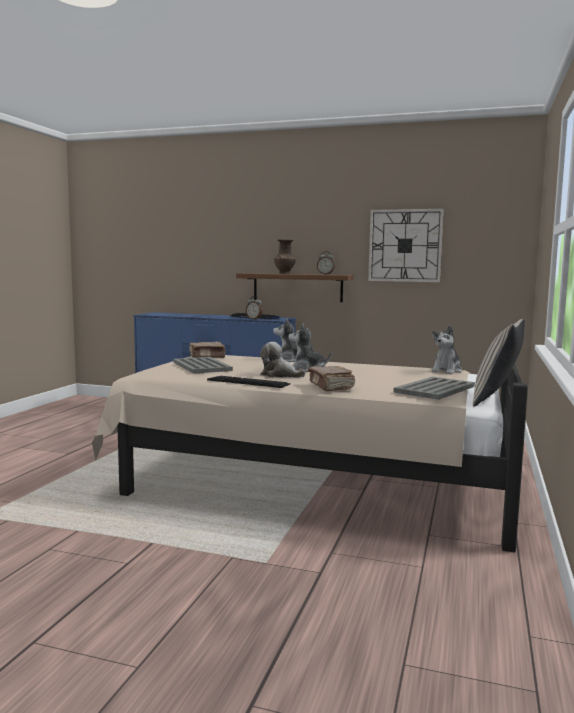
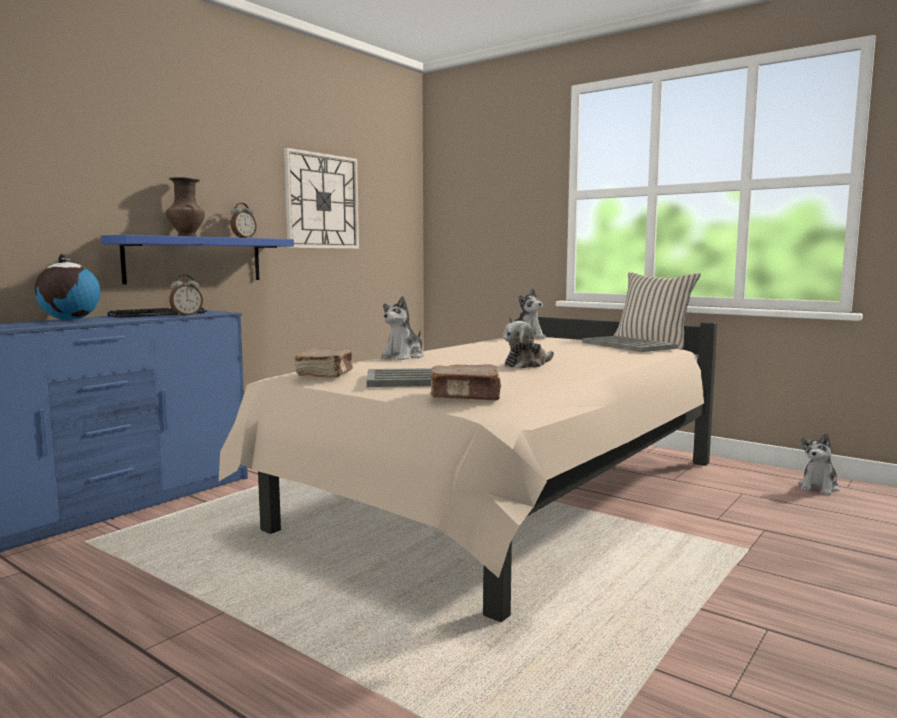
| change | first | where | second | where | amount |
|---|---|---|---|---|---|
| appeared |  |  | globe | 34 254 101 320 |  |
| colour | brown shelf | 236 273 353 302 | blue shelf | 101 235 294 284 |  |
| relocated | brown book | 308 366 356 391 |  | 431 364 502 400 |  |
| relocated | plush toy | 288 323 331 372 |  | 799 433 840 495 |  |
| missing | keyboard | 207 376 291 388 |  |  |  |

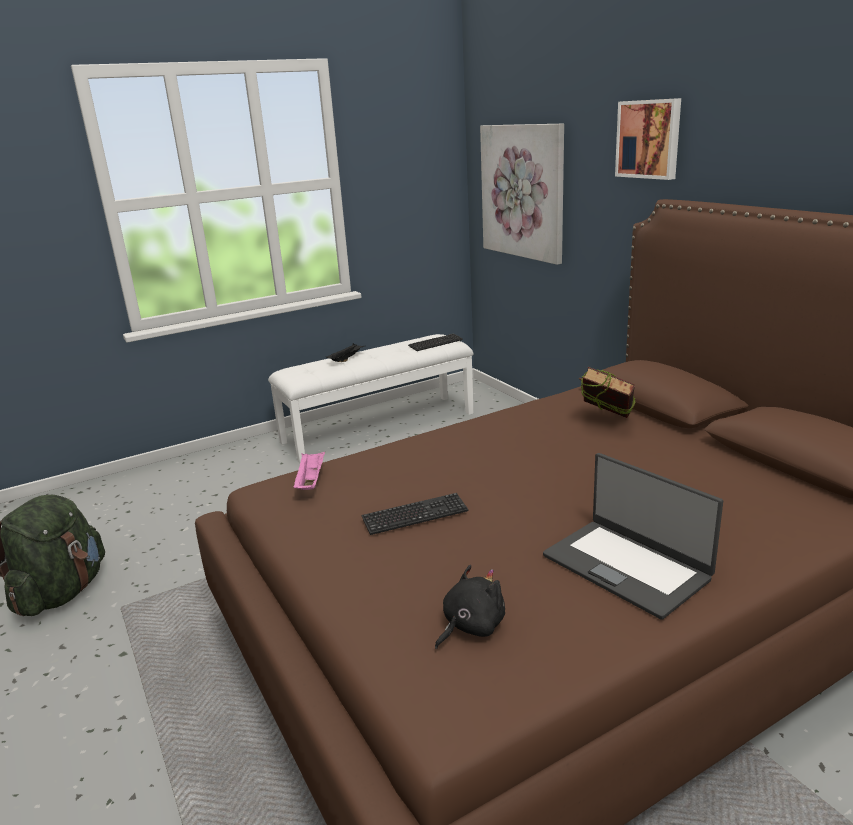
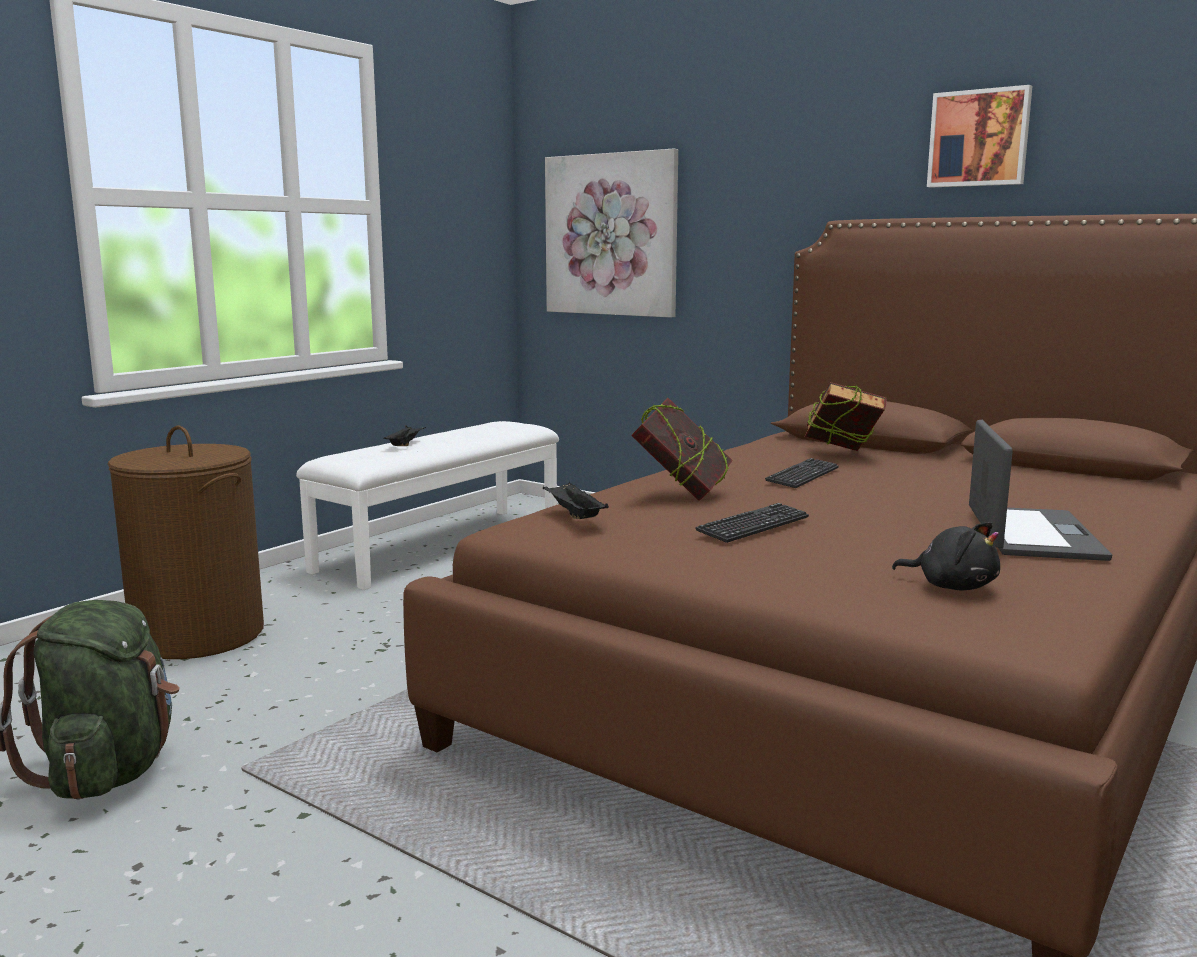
| change | first | where | second | where | amount |
|---|---|---|---|---|---|
| appeared |  |  | brown laundry basket | 108 425 264 659 |  |
| colour | pink tray | 293 452 325 490 | black tray | 543 481 609 519 |  |
| appeared |  |  | book | 631 398 733 501 |  |
| relocated | keyboard | 409 333 463 351 |  | 765 458 839 488 |  |
| spun | black plush toy | 435 565 505 649 |  | 892 522 1000 590 | 105 degrees clockwise |
| relocated | picture | 615 98 681 180 |  | 927 85 1032 188 |  |
| spun | laptop | 543 453 723 620 |  | 969 420 1112 561 | 105 degrees counterclockwise |

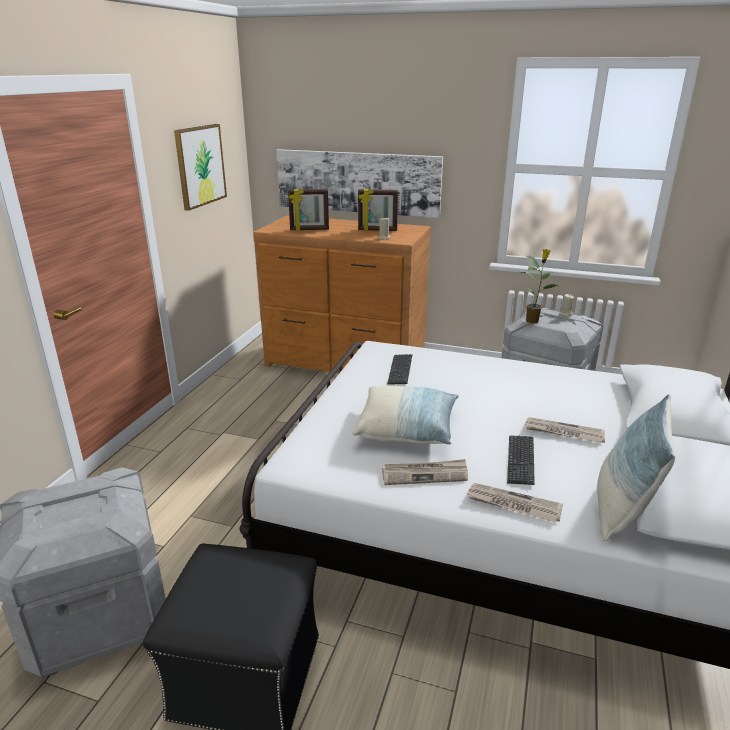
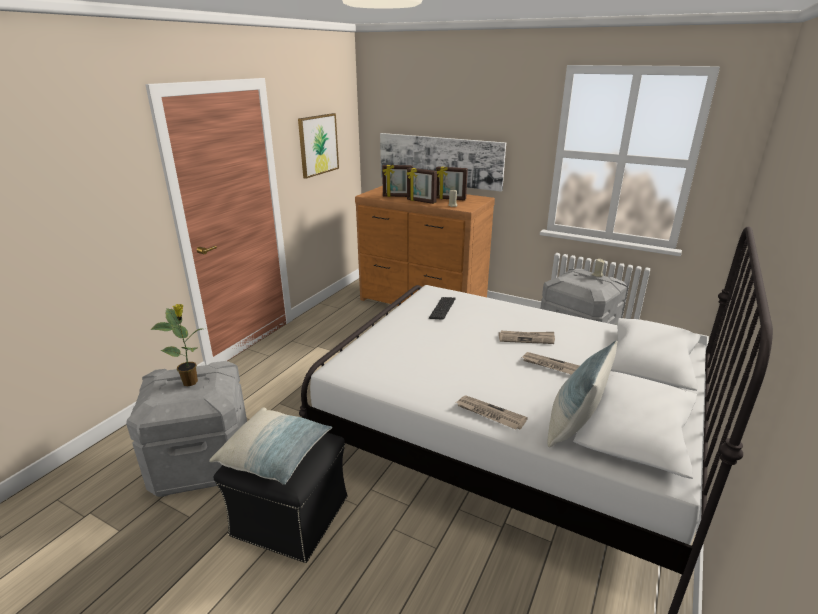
| change | first | where | second | where | amount |
|---|---|---|---|---|---|
| relocated | potted plant | 522 249 562 323 |  | 150 304 206 386 |  |
| relocated | pillow | 353 386 459 445 |  | 209 408 332 485 |  |
| appeared |  |  | picture frame | 407 168 437 204 |  |
| relocated | newspaper | 382 459 468 485 |  | 499 331 555 344 |  |
| missing | keyboard | 507 436 535 485 |  |  |  |

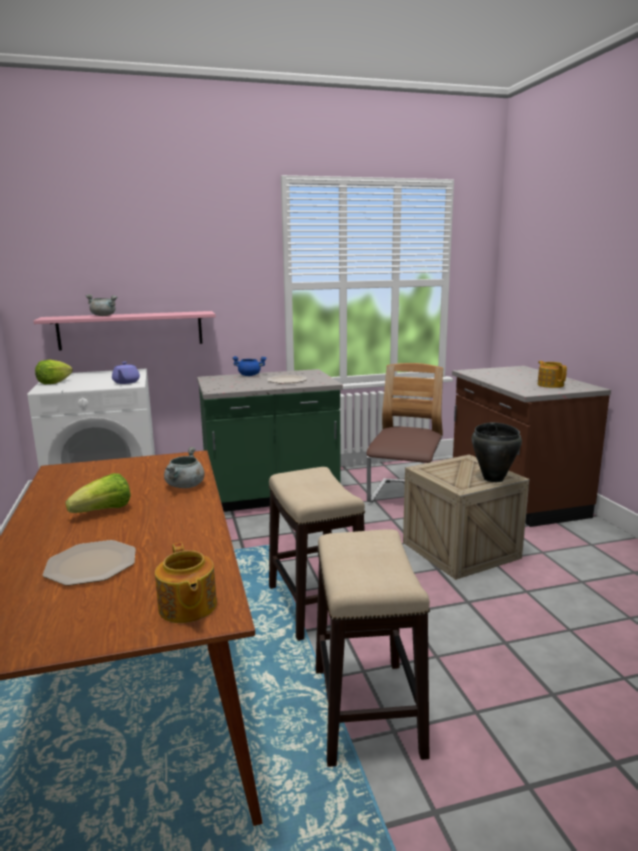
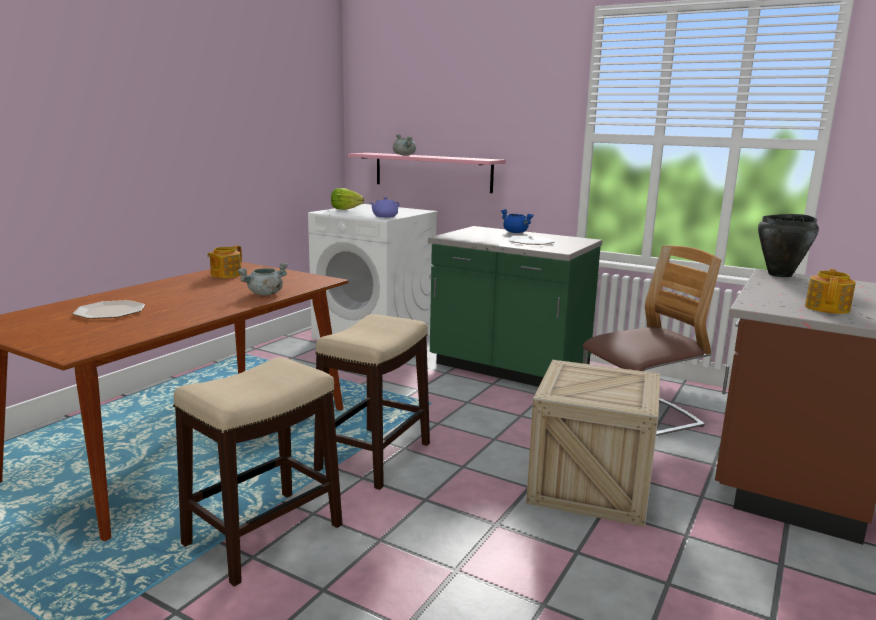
| change | first | where | second | where | amount |
|---|---|---|---|---|---|
| relocated | teapot | 155 543 217 623 |  | 207 245 242 278 |  |
| relocated | black cooking pot | 472 422 522 482 |  | 758 214 819 277 |  |
| missing | lettuce | 65 473 130 513 |  |  |  |

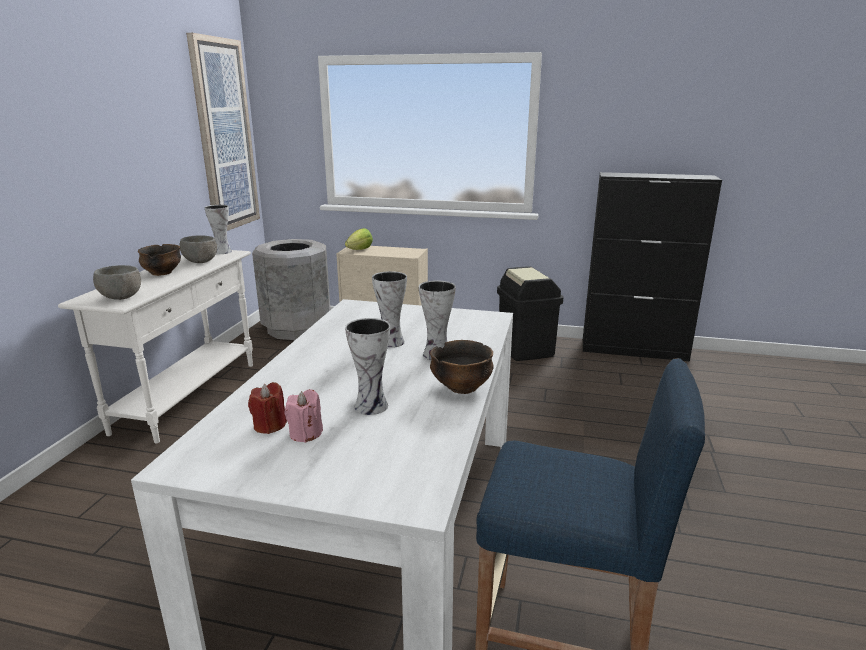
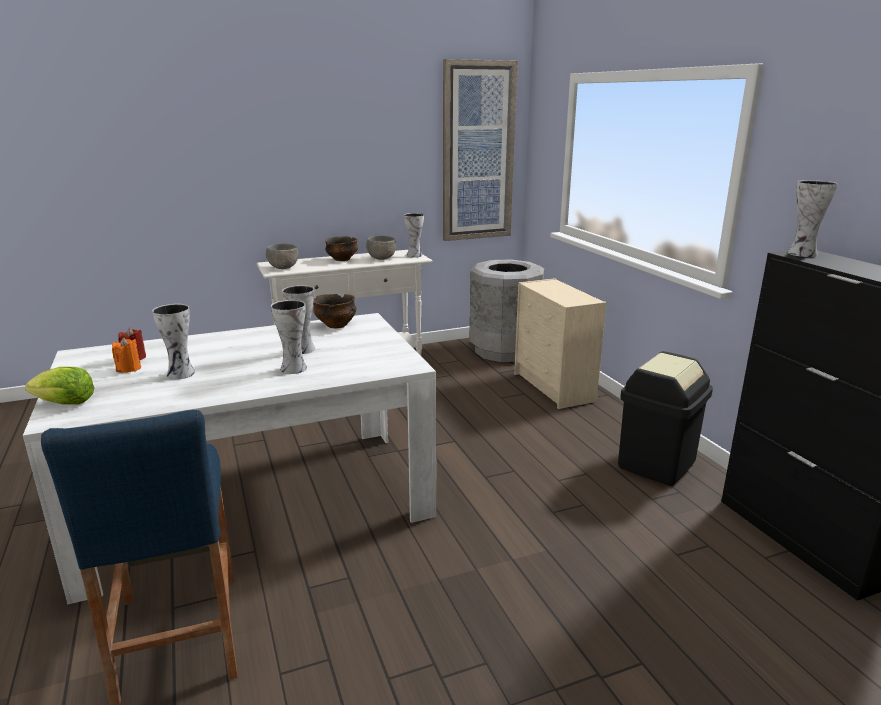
| change | first | where | second | where | amount |
|---|---|---|---|---|---|
| relocated | lettuce | 345 228 373 250 |  | 25 367 94 405 |  |
| colour | pink candle | 285 389 323 443 | orange candle | 112 337 141 373 |  |
| relocated | bowl | 430 340 494 394 |  | 313 294 357 328 |  |
| appeared |  |  | vase | 788 180 838 257 |  |

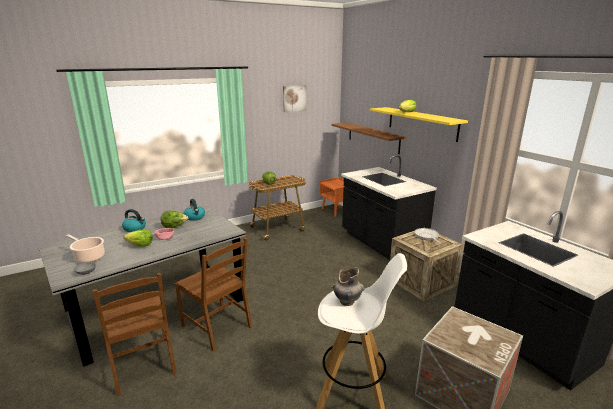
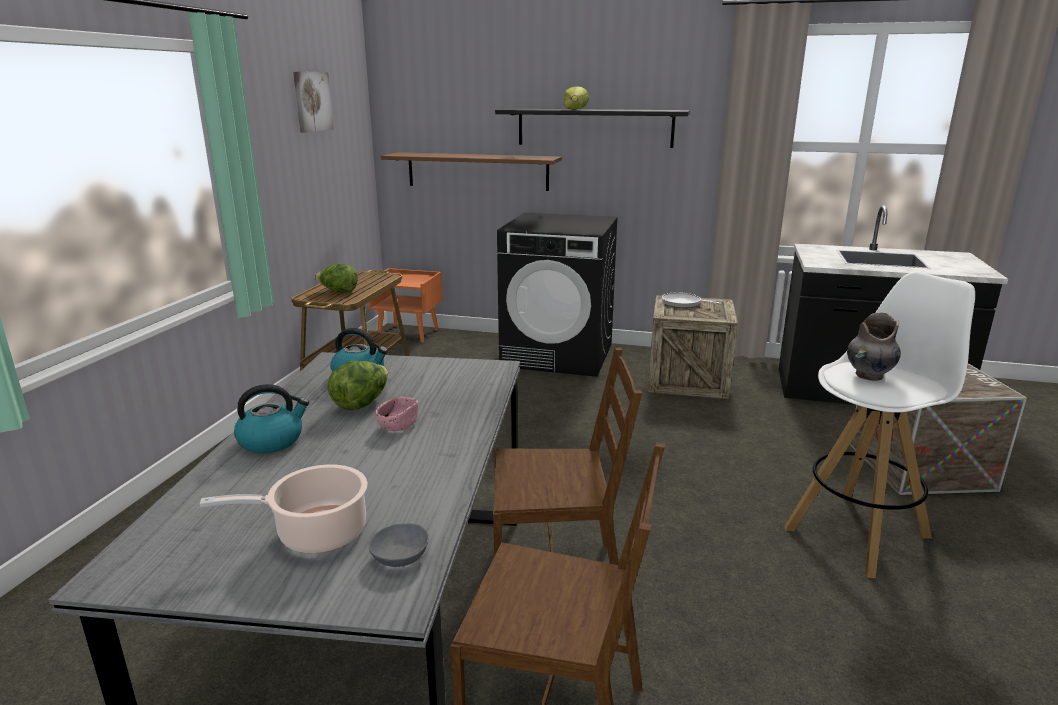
| change | first | where | second | where | amount |
|---|---|---|---|---|---|
| colour | yellow shelf | 370 107 468 142 | black shelf | 495 109 690 148 |  |
| exchanged | black counter | 341 155 437 260 | black washing machine | 497 213 618 377 |  |
| missing | lettuce | 123 230 153 247 |  |  |  |

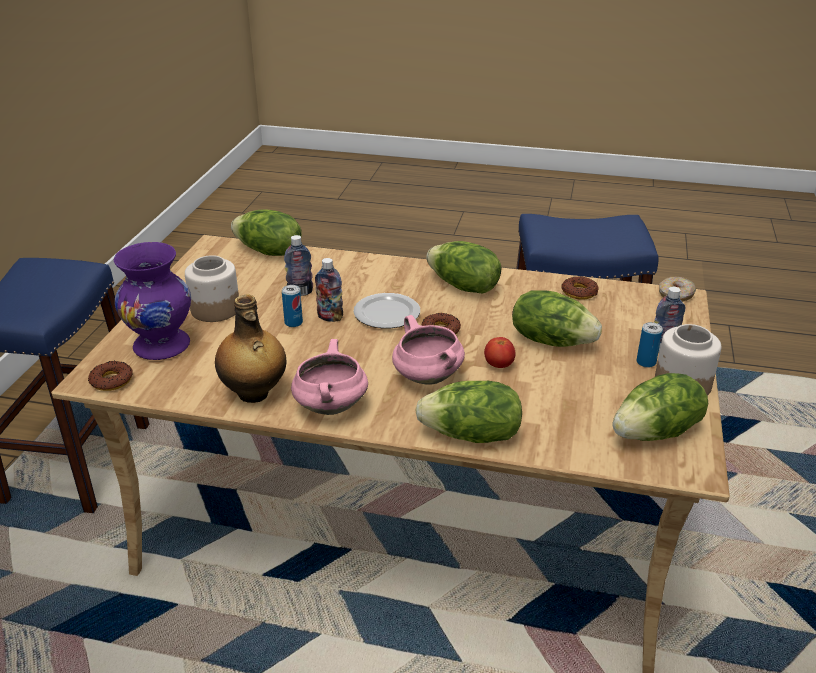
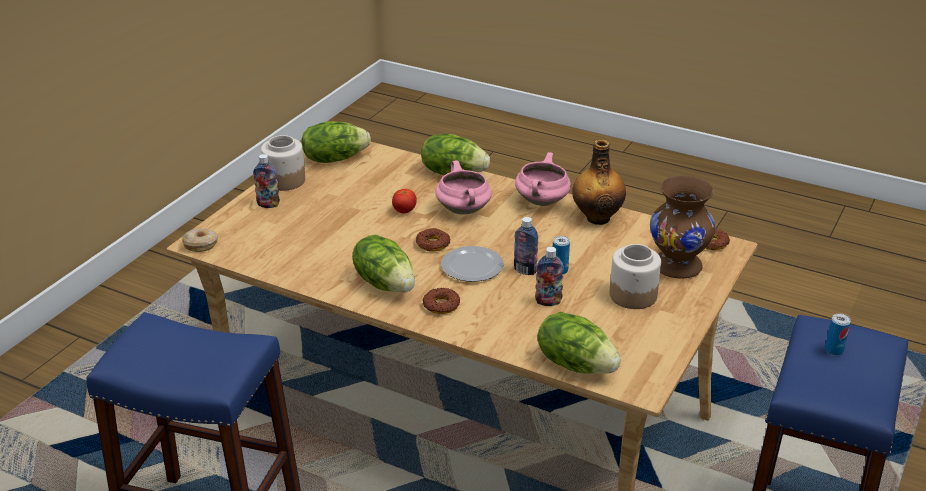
| change | first | where | second | where | amount |
|---|---|---|---|---|---|
| relocated | donut | 561 276 599 299 |  | 423 288 460 314 |  |
| colour | purple vase | 114 242 191 360 | brown vase | 650 176 715 279 |  |
| relocated | can | 636 322 663 368 |  | 825 313 851 355 |  |
| missing | lettuce | 512 290 602 347 |  |  |  |

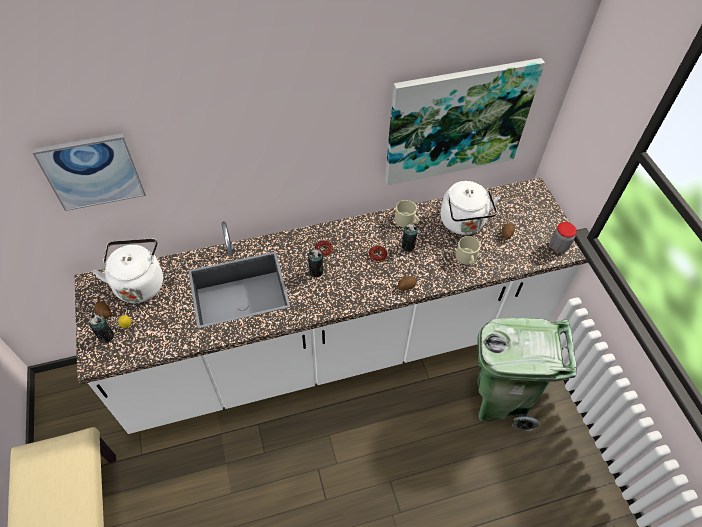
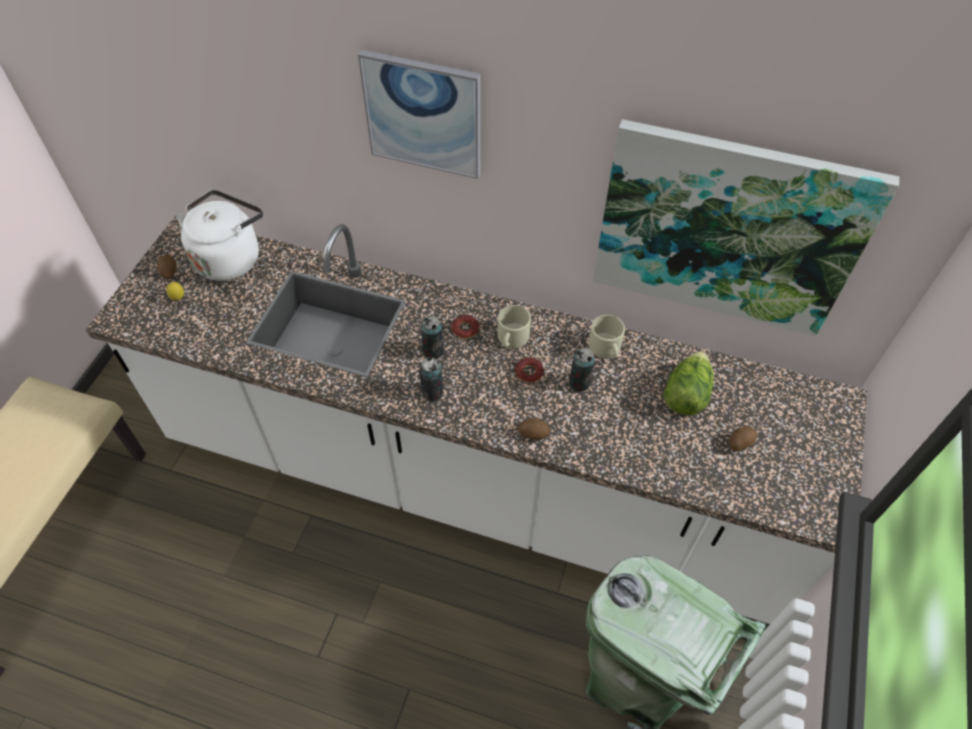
| change | first | where | second | where | amount |
|---|---|---|---|---|---|
| relocated | picture | 32 133 146 211 |  | 358 50 481 179 |  |
| relocated | can | 89 314 114 343 |  | 419 357 443 401 |  |
| relocated | beige mug | 456 236 480 265 |  | 498 305 531 348 |  |
| exchanged | white kettle | 440 181 500 235 | lettuce | 663 351 714 415 |  |
| missing | jar | 550 222 577 253 |  |  |  |

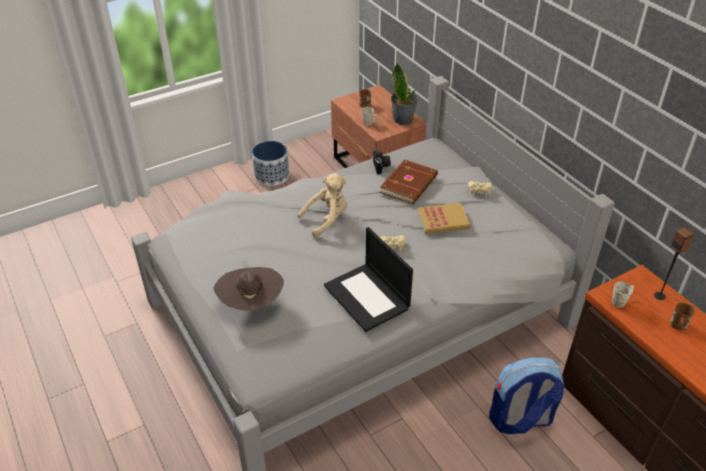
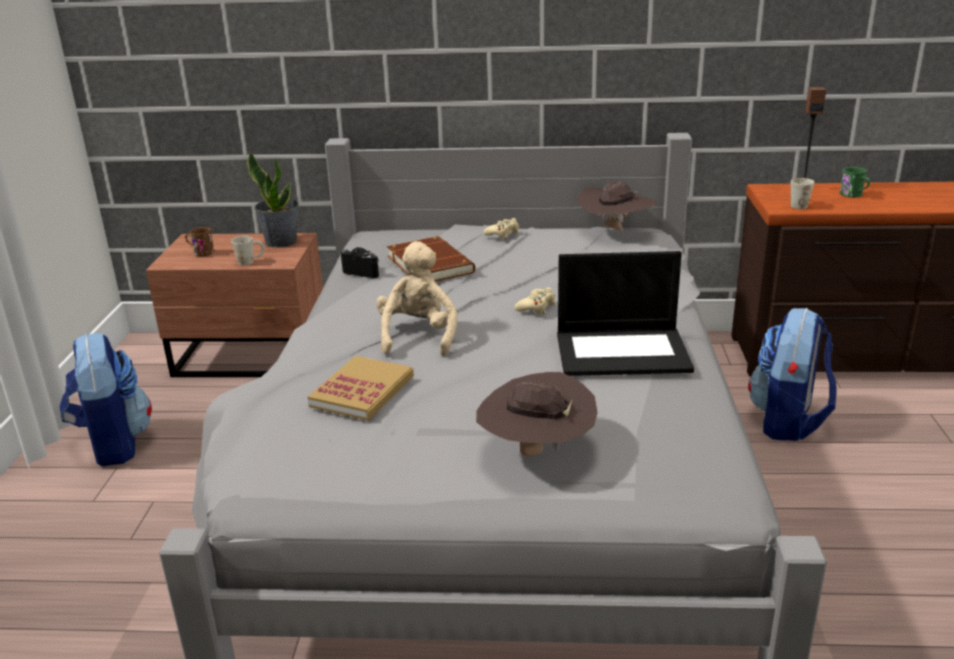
| change | first | where | second | where | amount |
|---|---|---|---|---|---|
| exchanged | planter | 252 141 289 186 | backpack | 60 333 152 466 |  |
| relocated | book | 417 203 471 234 |  | 308 356 414 421 |  |
| appeared |  |  | brown hat | 577 181 657 231 |  |
| colour | brown mug | 670 302 695 331 | green mug | 840 167 870 198 |  |

